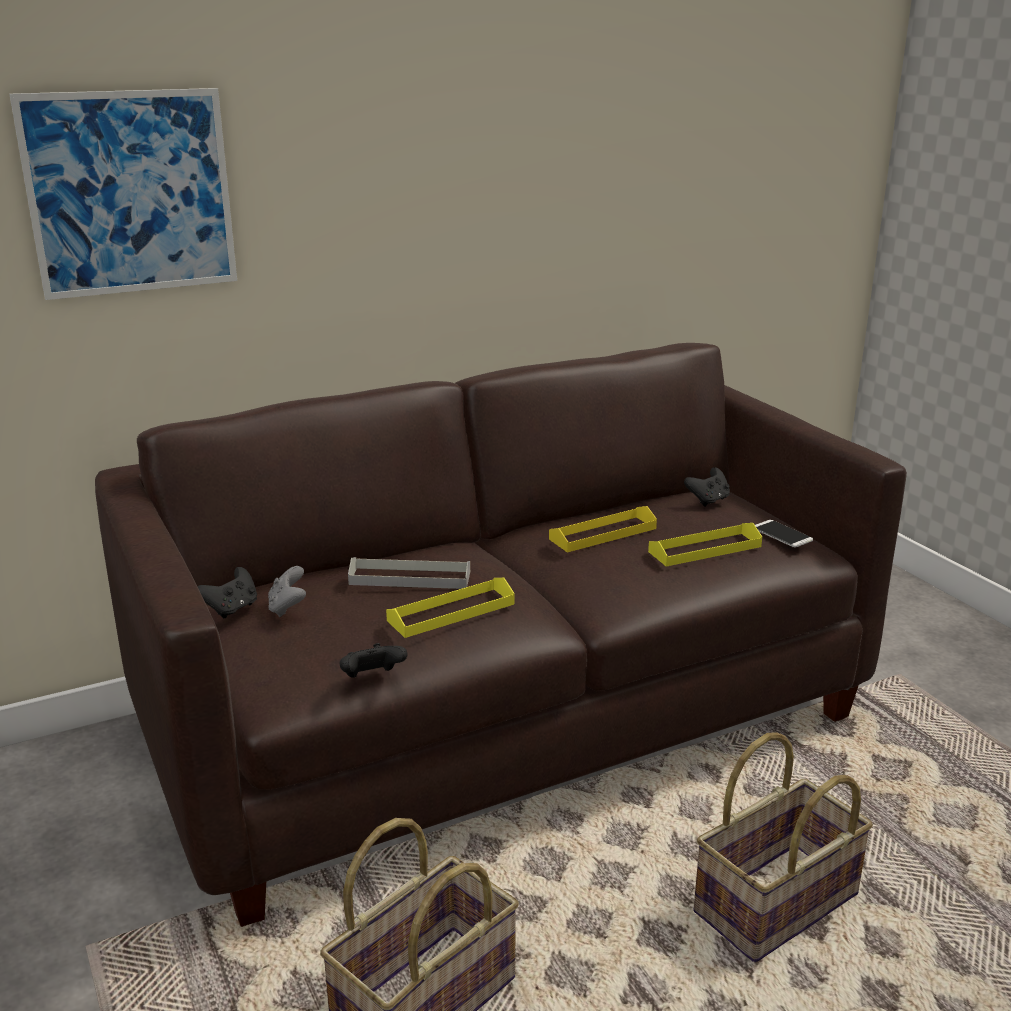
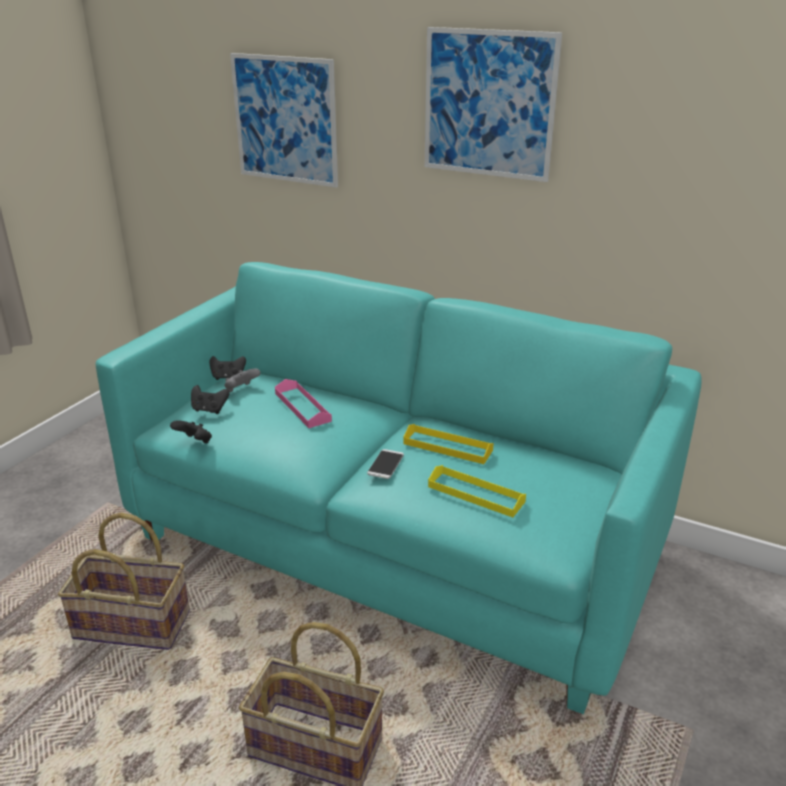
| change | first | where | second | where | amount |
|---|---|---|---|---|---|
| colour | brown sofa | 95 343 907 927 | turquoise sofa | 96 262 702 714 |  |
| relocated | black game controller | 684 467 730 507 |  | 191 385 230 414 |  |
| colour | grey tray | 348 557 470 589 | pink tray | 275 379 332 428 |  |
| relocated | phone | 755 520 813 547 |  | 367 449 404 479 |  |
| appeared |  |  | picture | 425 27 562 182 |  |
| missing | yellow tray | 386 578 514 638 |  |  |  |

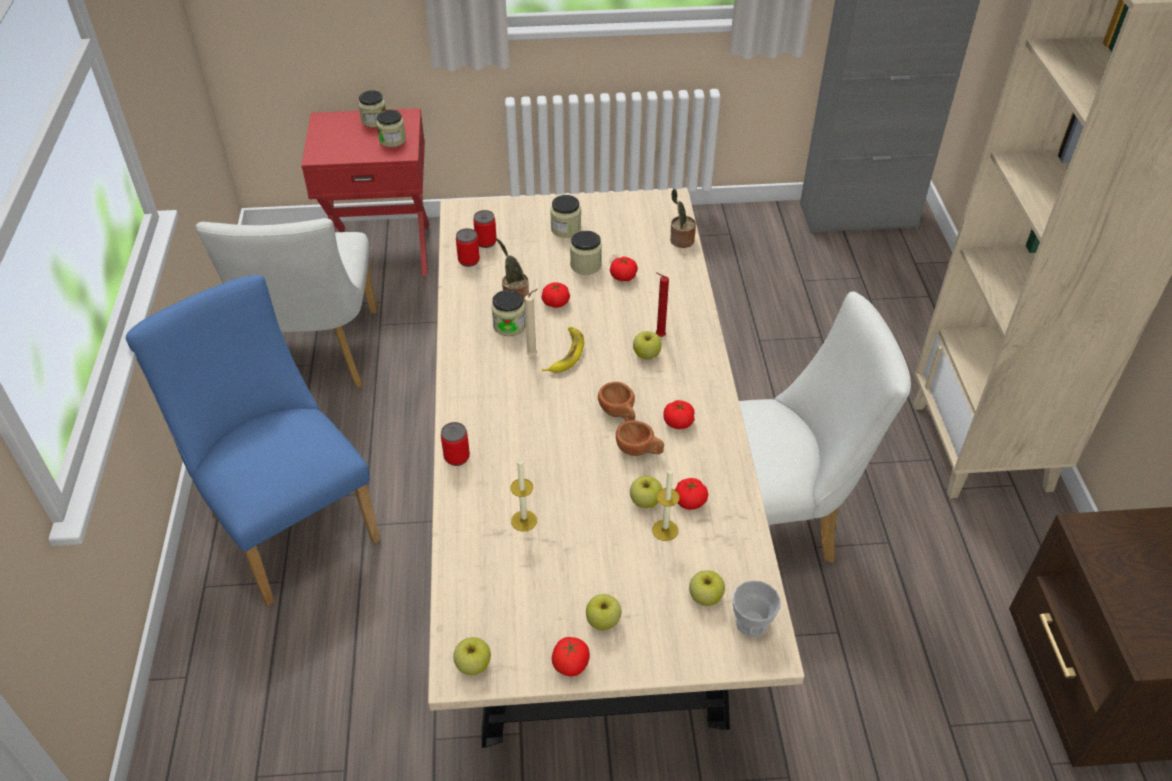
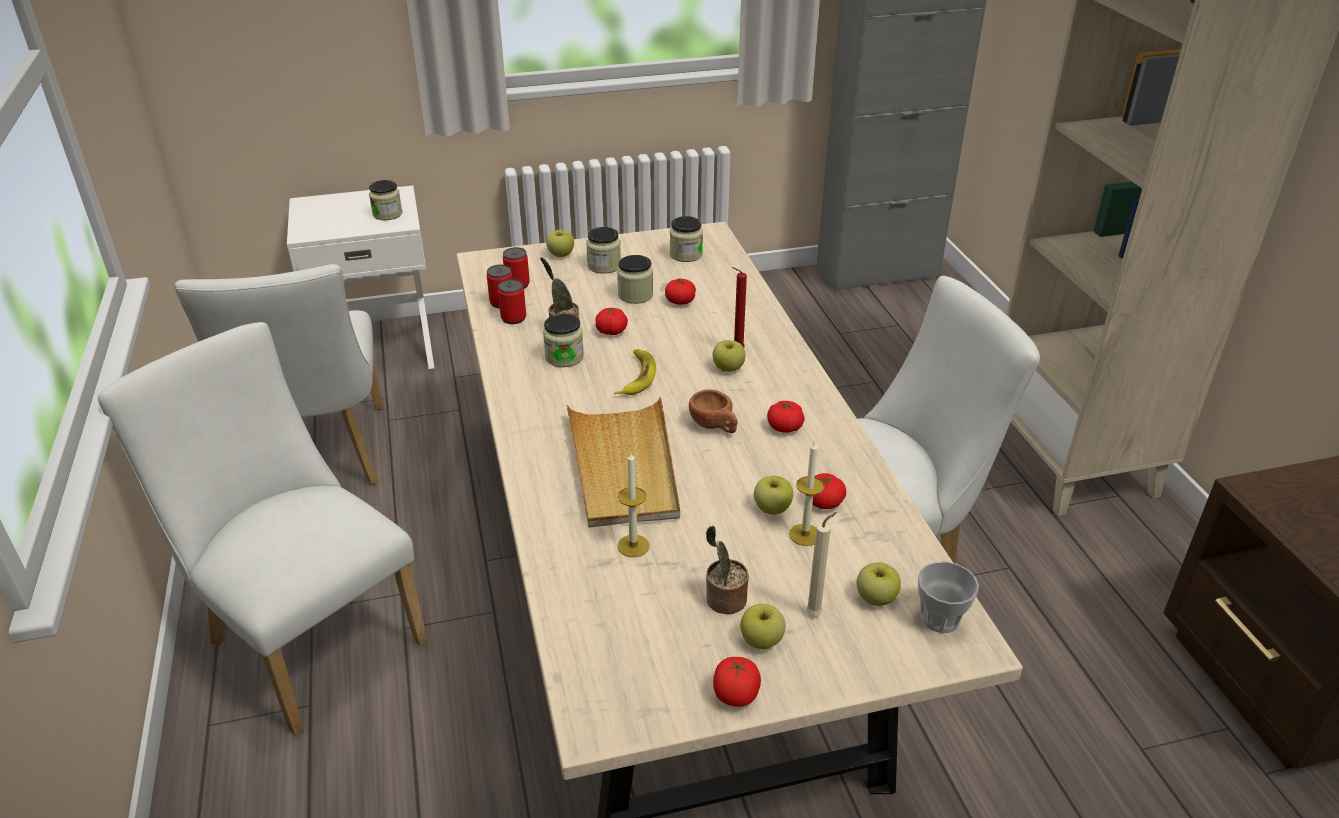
| change | first | where | second | where | amount |
|---|---|---|---|---|---|
| colour | blue chair | 126 275 381 606 | white chair | 98 322 427 736 |  |
| colour | red nightstand | 301 108 429 276 | white nightstand | 287 185 434 369 |  |
| relocated | can | 441 422 470 466 |  | 498 279 526 324 |  |
| relocated | apple | 453 637 491 675 |  | 546 230 574 257 |  |
| appeared |  |  | beige tray | 567 397 680 528 |  |
| relocated | jar | 359 90 386 128 |  | 670 216 703 262 |  |
| relocated | potted plant | 670 189 696 248 |  | 706 525 749 614 |  |
| relocated | beige candle | 525 289 538 356 |  | 806 512 837 615 |  |
| missing | brown cup | 616 420 664 456 |  |  |  |

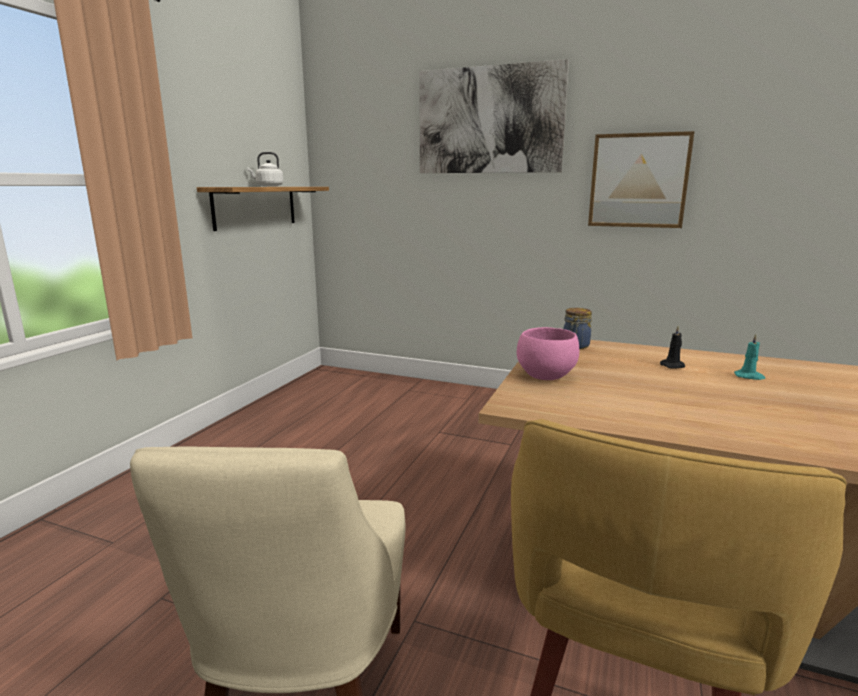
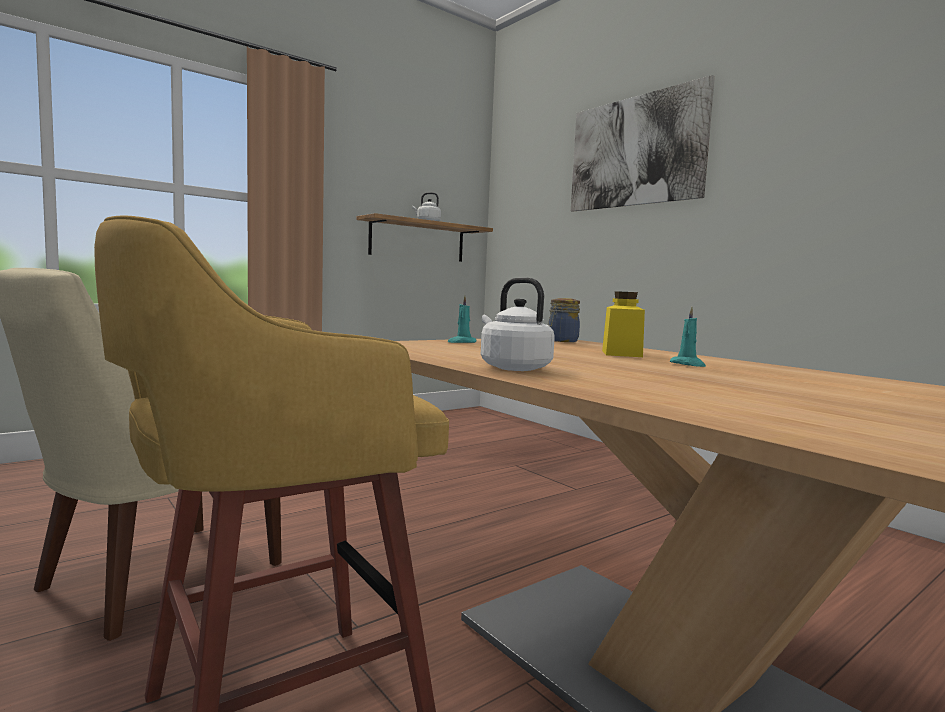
| change | first | where | second | where | amount |
|---|---|---|---|---|---|
| exchanged | pink bowl | 517 327 579 380 | turquoise candle | 447 296 476 343 |  |
| appeared |  |  | white kettle | 481 278 555 371 |  |
| exchanged | black candle | 660 326 685 369 | yellow jar | 602 291 645 357 |  |
| missing | picture | 588 131 695 228 |  |  |  |

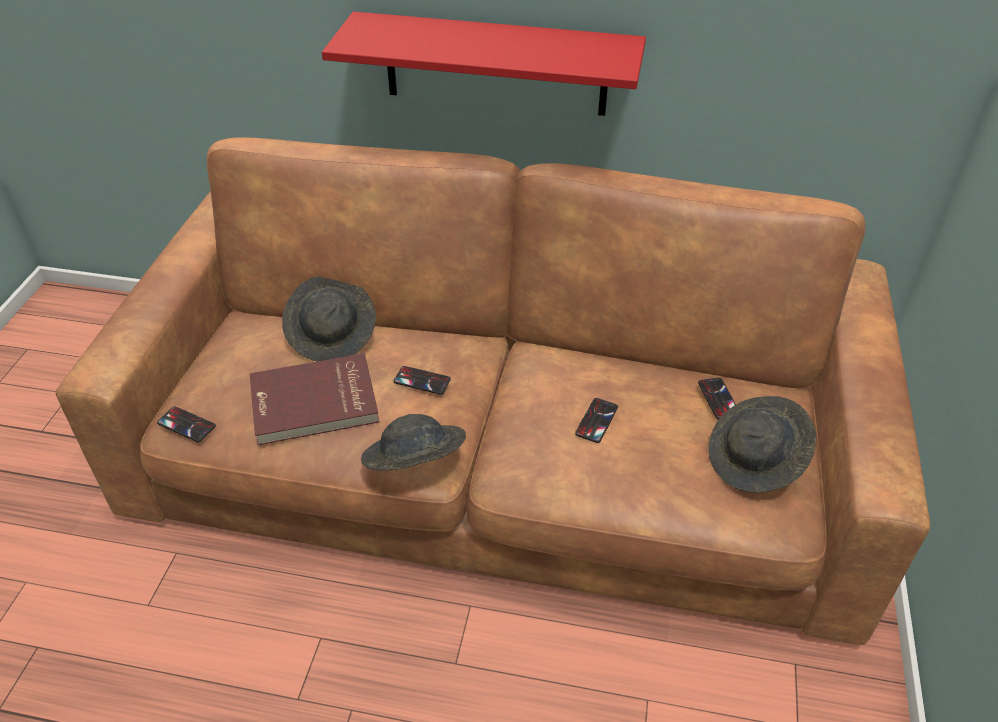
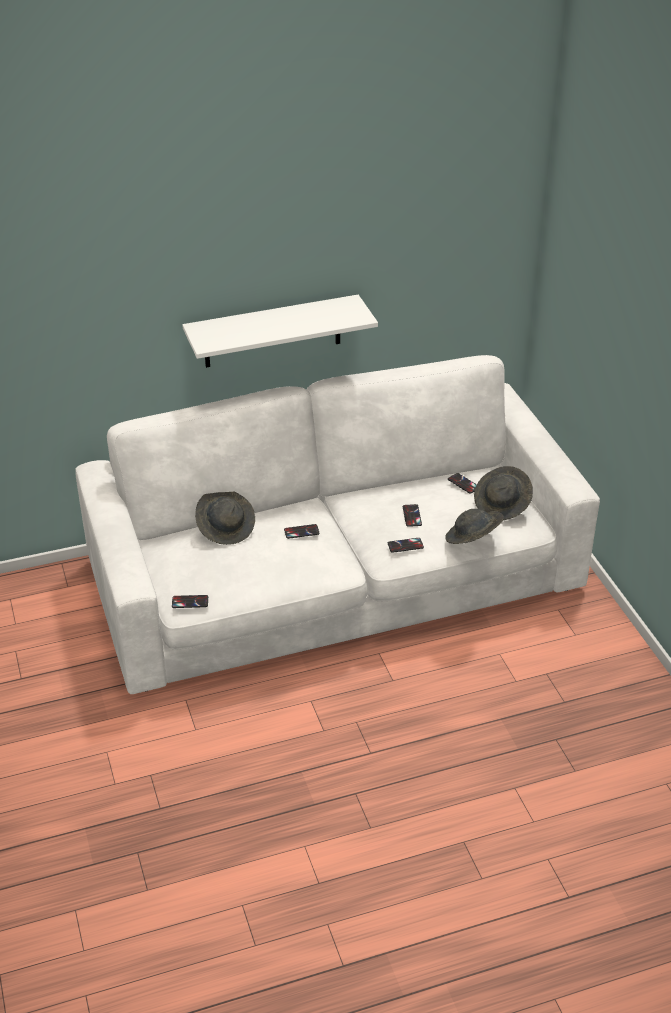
| change | first | where | second | where | amount |
|---|---|---|---|---|---|
| colour | brown sofa | 56 137 930 645 | white sofa | 75 355 600 694 |  |
| colour | red shelf | 322 11 646 116 | white shelf | 182 295 378 368 |  |
| appeared |  |  | phone | 388 538 424 553 |  |
| relocated | grey hat | 361 414 466 471 |  | 445 509 504 544 |  |
| missing | red book | 250 353 379 445 |  |  |  |

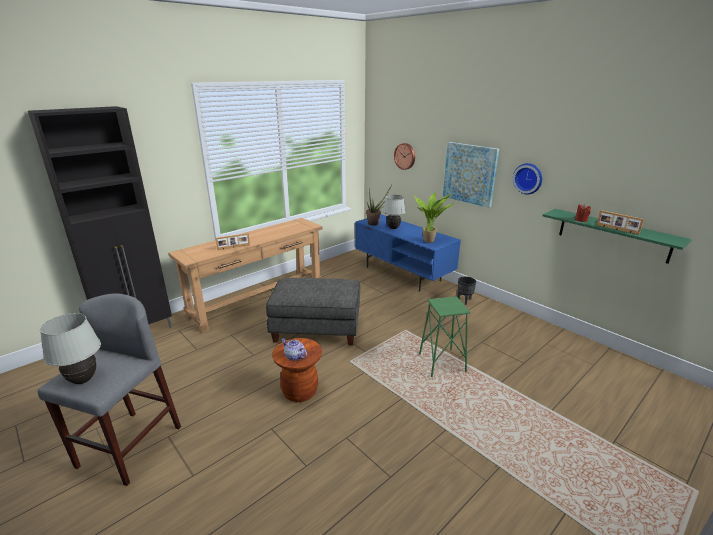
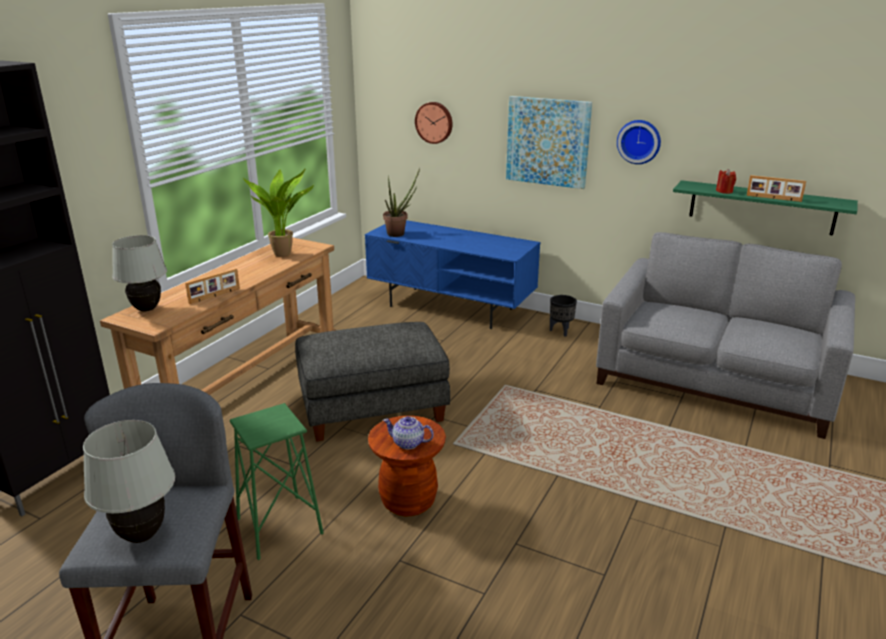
| change | first | where | second | where | amount |
|---|---|---|---|---|---|
| relocated | white table lamp | 383 195 406 229 |  | 112 235 167 312 |  |
| relocated | green stool | 419 296 471 377 |  | 230 403 324 560 |  |
| relocated | potted plant | 414 192 454 243 |  | 243 169 314 257 |  |
| appeared |  |  | grey sofa | 596 232 855 439 |  |

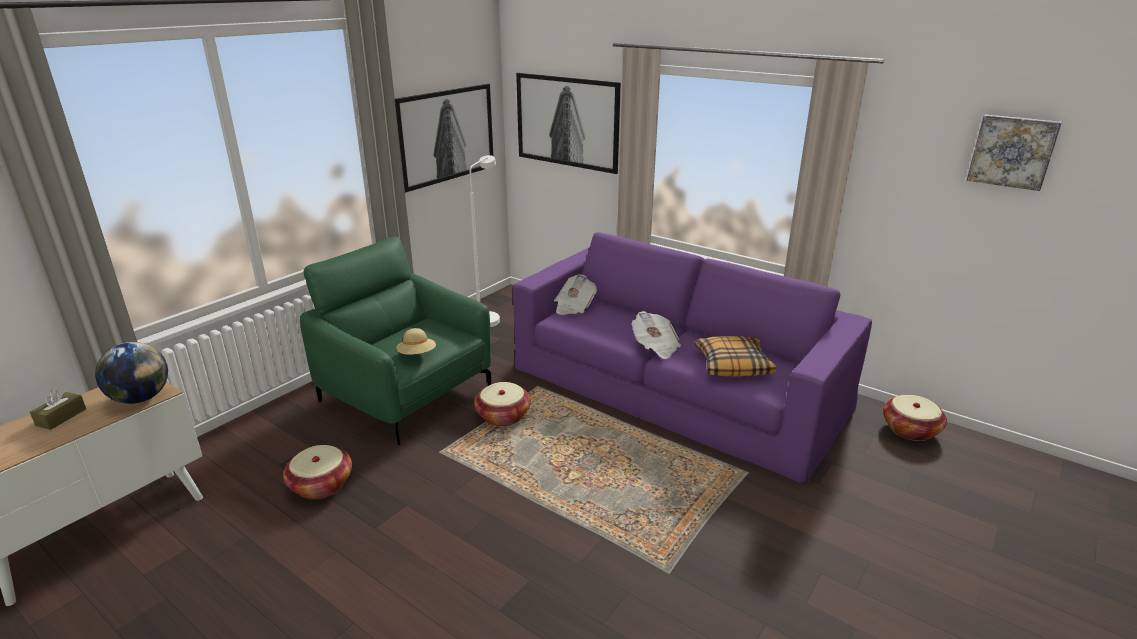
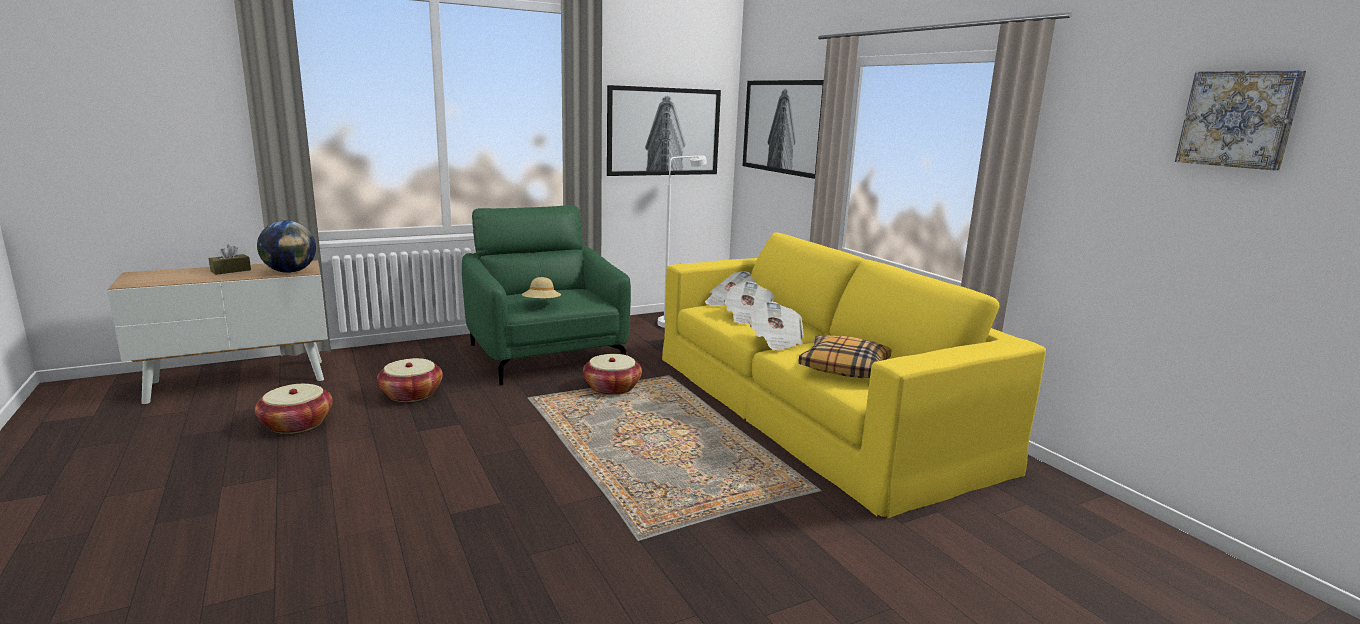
| change | first | where | second | where | amount |
|---|---|---|---|---|---|
| relocated | basket | 883 395 947 441 |  | 255 384 333 434 |  |
| colour | purple sofa | 513 232 872 483 | yellow sofa | 662 232 1046 518 |  |
| appeared |  |  | newspaper | 724 281 774 324 |  |

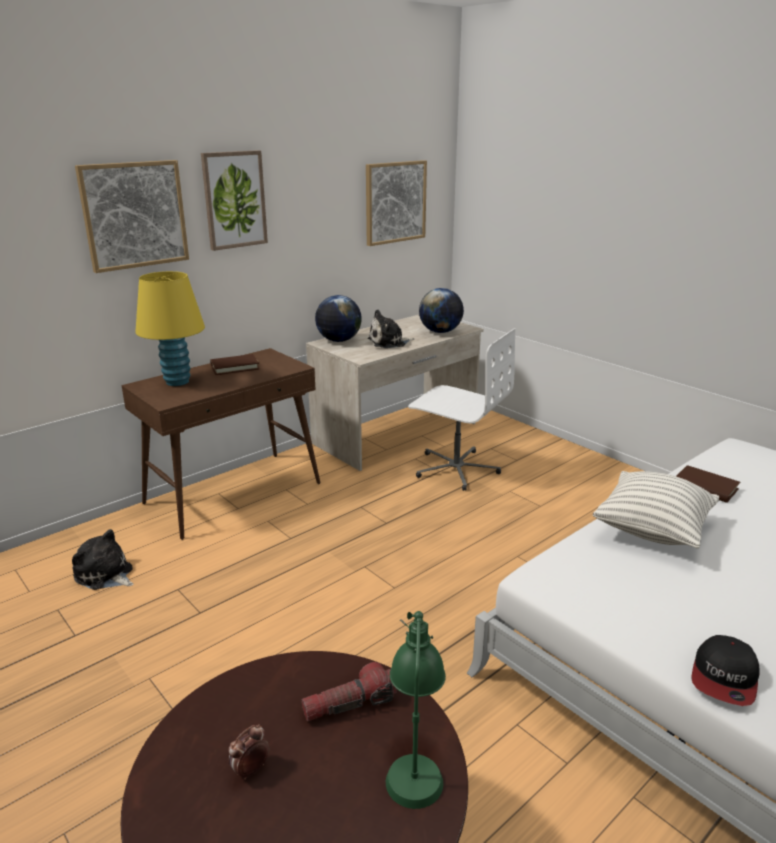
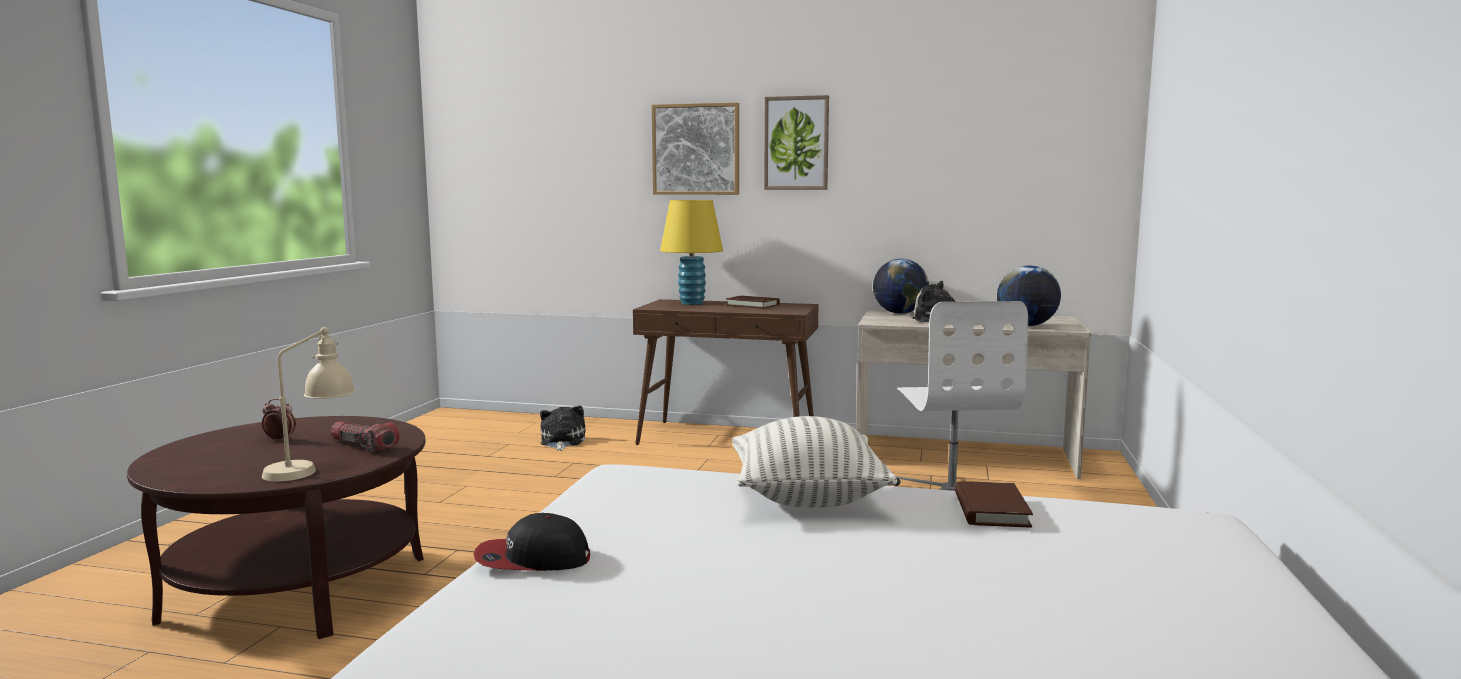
| change | first | where | second | where | amount |
|---|---|---|---|---|---|
| colour | green table lamp | 386 611 446 809 | beige table lamp | 262 327 355 482 |  |
| missing | picture | 366 160 427 246 |  |  |  |

